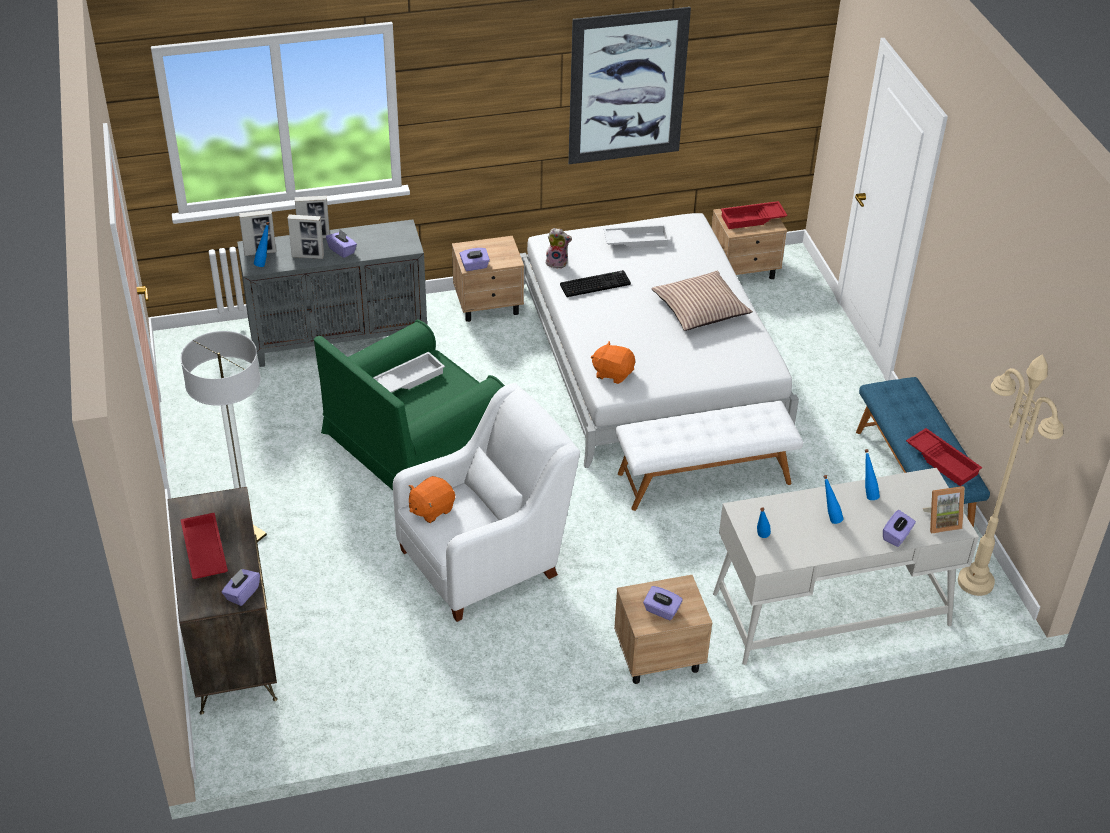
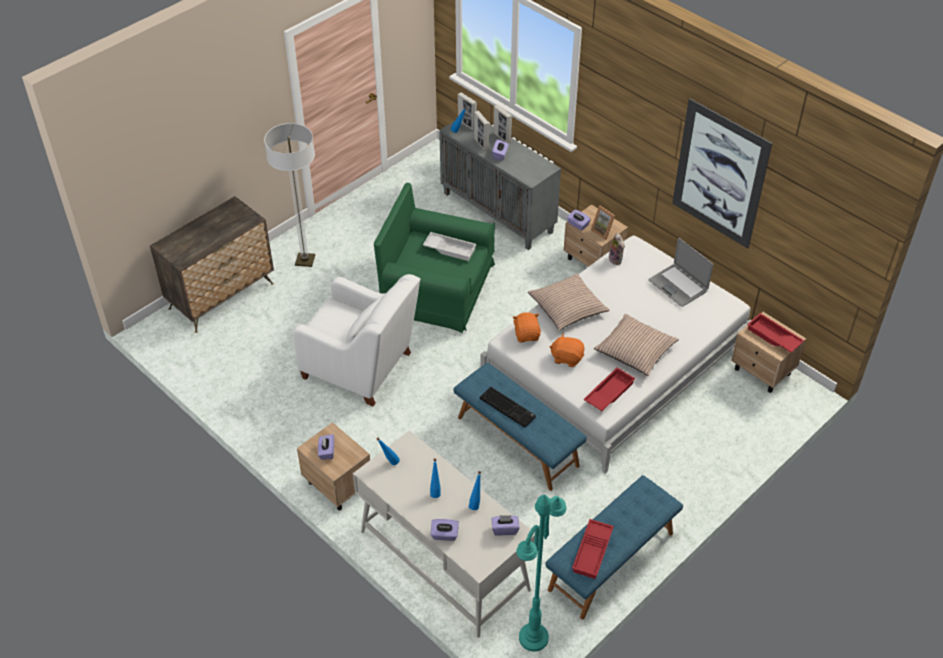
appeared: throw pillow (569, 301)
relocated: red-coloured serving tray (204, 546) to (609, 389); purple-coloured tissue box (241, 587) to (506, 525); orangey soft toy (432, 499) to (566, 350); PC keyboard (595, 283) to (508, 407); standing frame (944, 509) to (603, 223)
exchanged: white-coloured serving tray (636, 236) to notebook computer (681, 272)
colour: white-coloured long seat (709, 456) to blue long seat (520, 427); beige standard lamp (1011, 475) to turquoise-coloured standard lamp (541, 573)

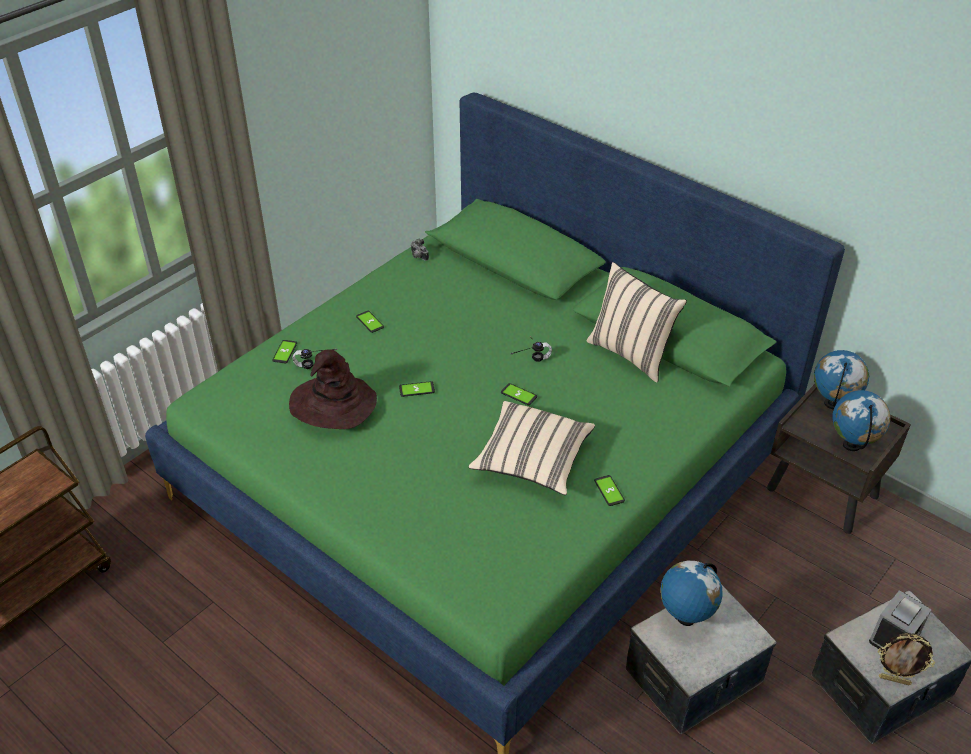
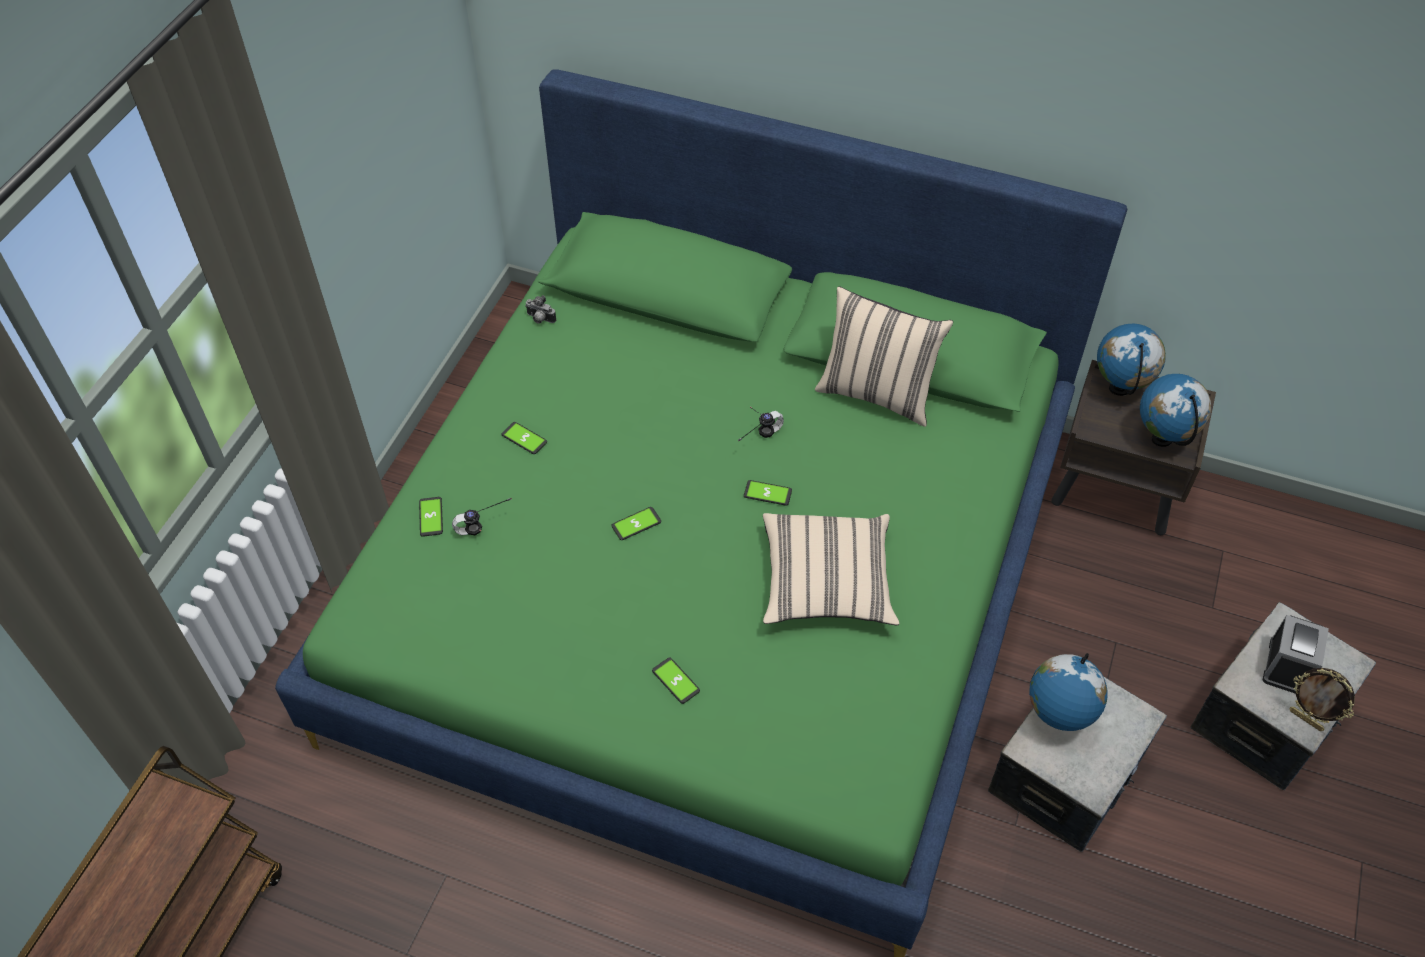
missing: brown-coloured hat (333, 389)
relocated: handset (609, 490) to (676, 681)
spun: standing frame (906, 659) = (1322, 699) 45 degrees clockwise

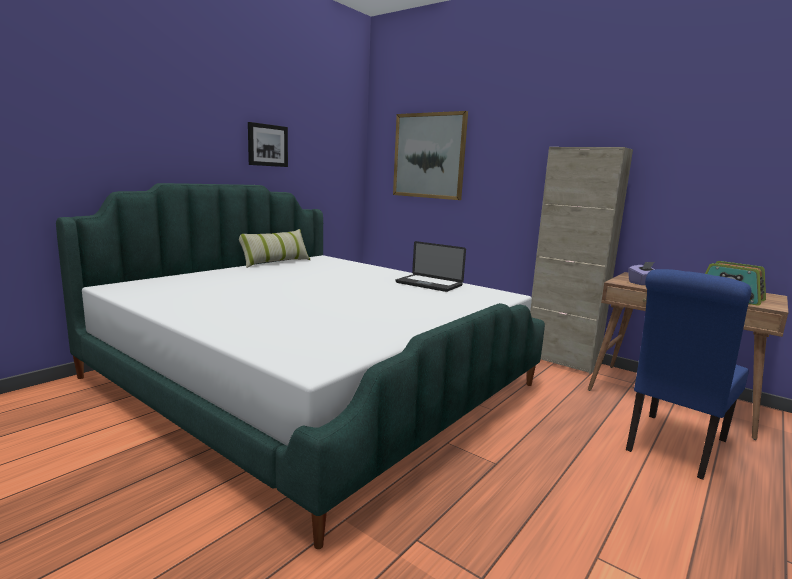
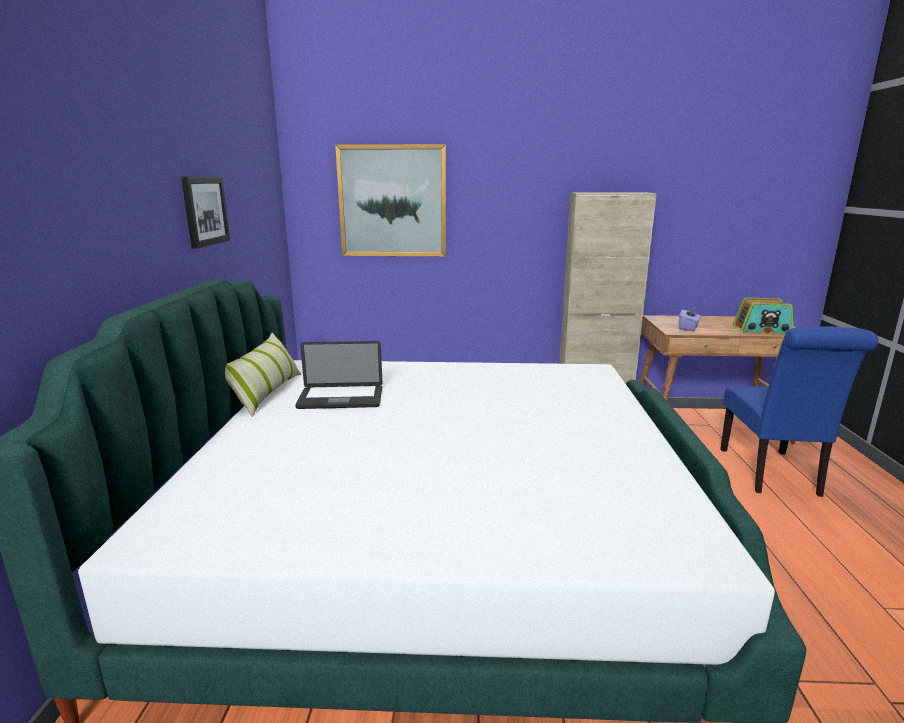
relocated: notebook computer (430, 266) to (338, 375)

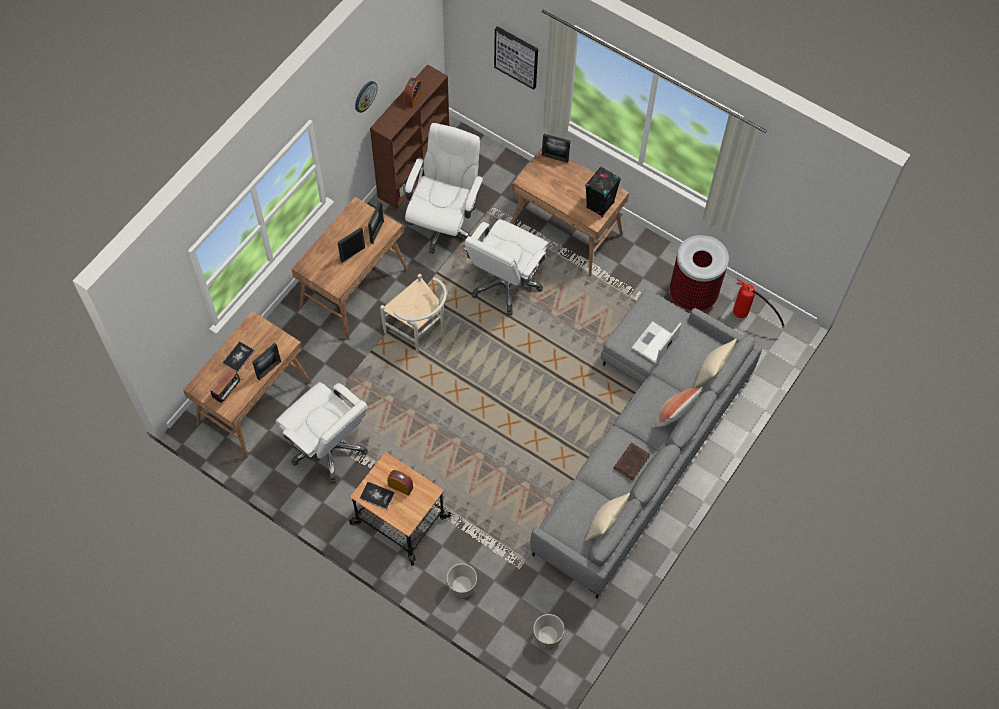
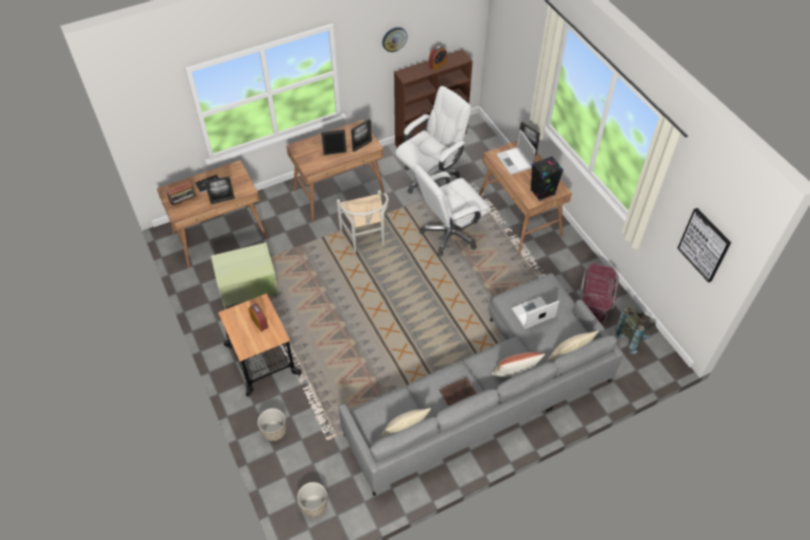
missing: volume (377, 496)
appeared: notebook computer (516, 152)
relocated: wall picture (516, 58) to (704, 245)
exchanged: white-coloured office chair (322, 432) to greenish storage container (245, 275); waste bin (699, 273) to red-coloured storage container (599, 295); fire-fighting cylinder (759, 303) to greyish rucksack (635, 331)

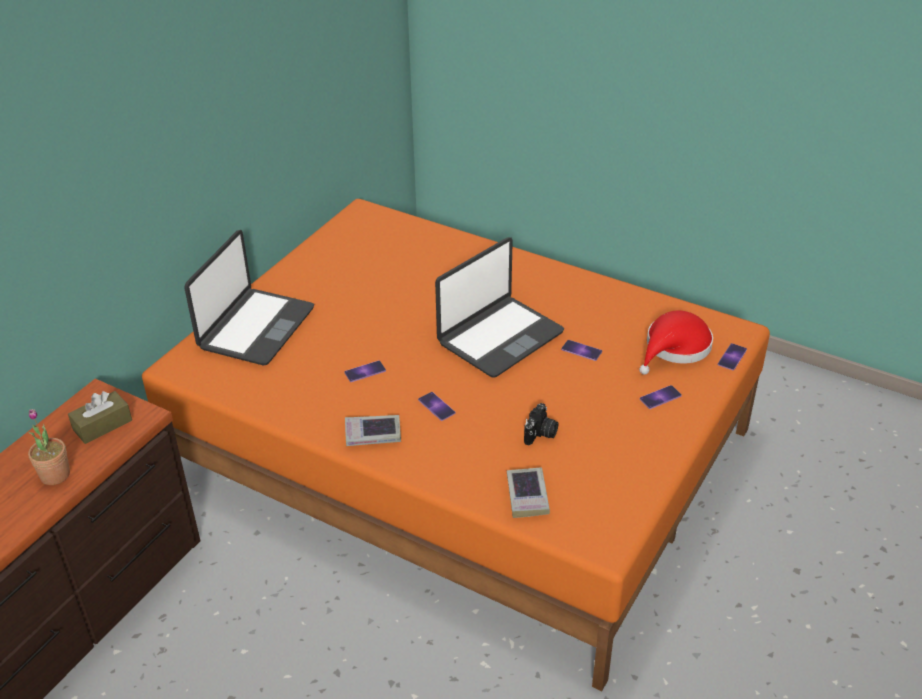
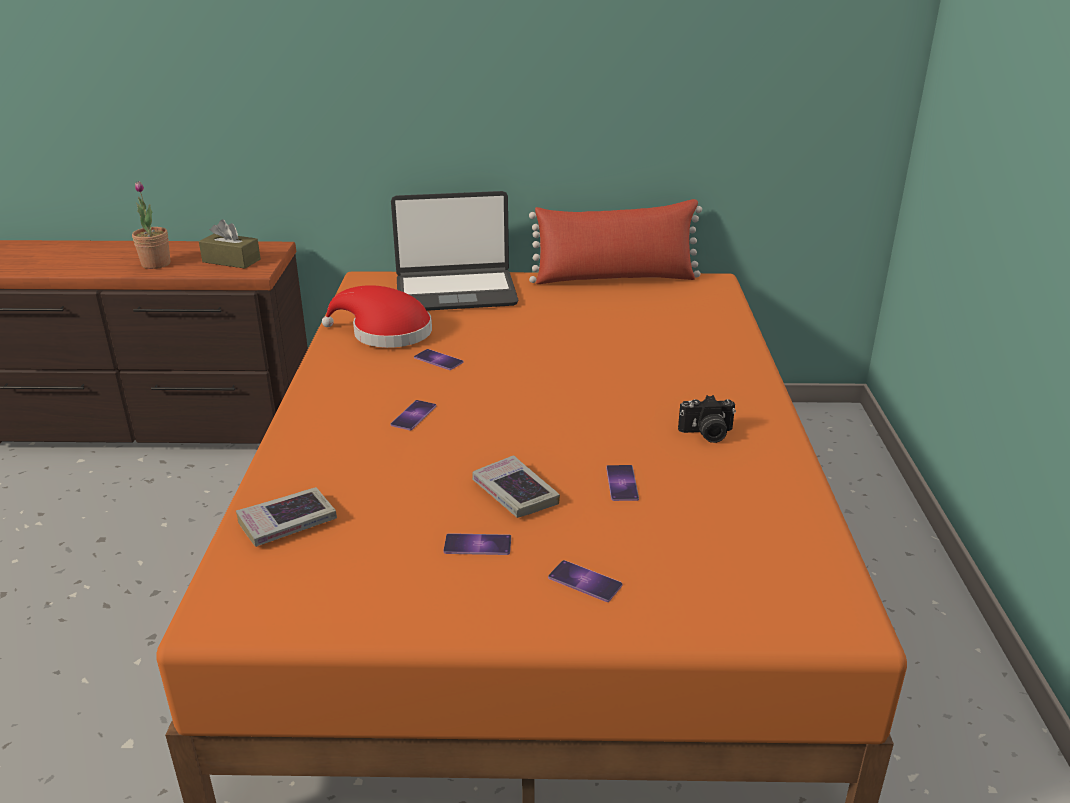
missing: notebook computer (499, 307)
appeared: red-coloured throw pillow (615, 241)
relocated: volume (373, 430) to (516, 486); photo camera (541, 424) to (707, 419); red-coloured hat (676, 343) to (377, 316); handset (732, 356) to (477, 544)

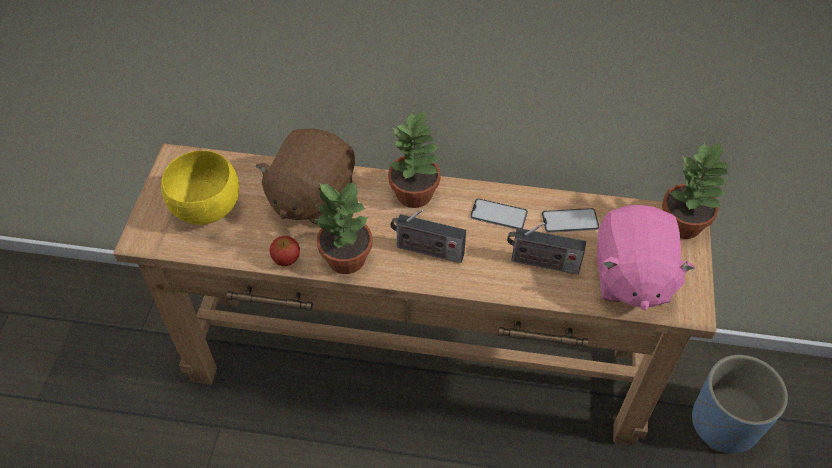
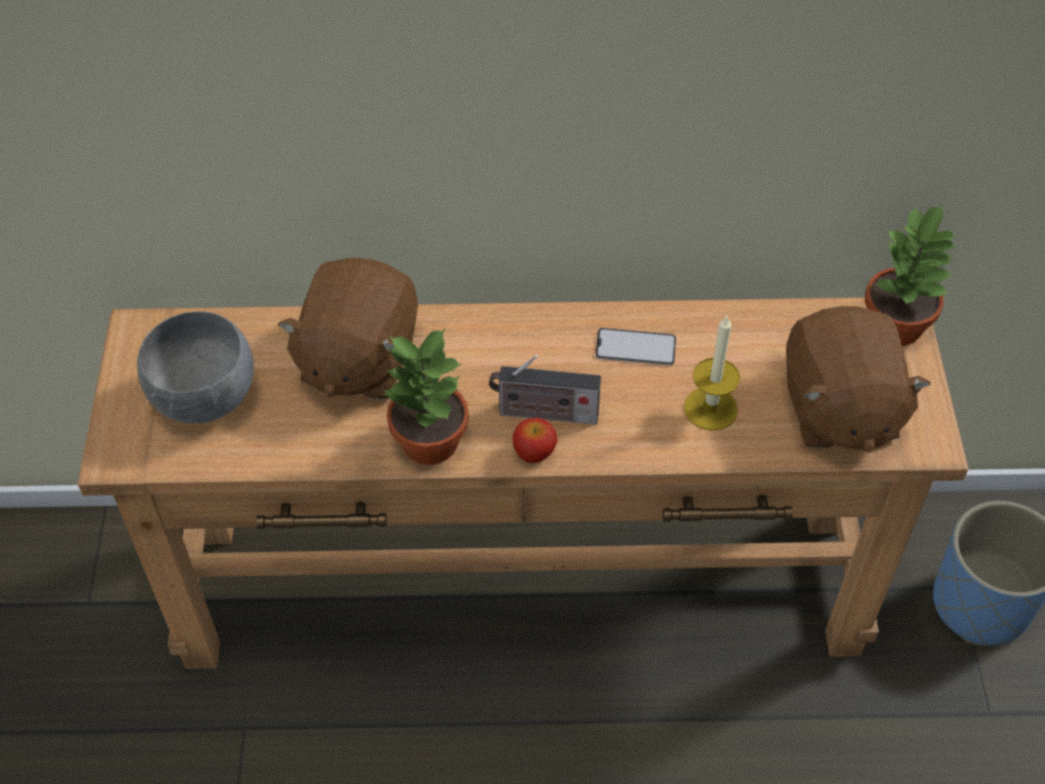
missing: plant in a pot (414, 158); handset (570, 220)
relocated: apple (284, 251) to (535, 440)
exchanged: radio set (546, 248) to wax candle (712, 372)
colour: yellowish serving bowl (200, 188) to greyish serving bowl (195, 367); pinkish soft toy (646, 257) to brown-coloured soft toy (858, 379)

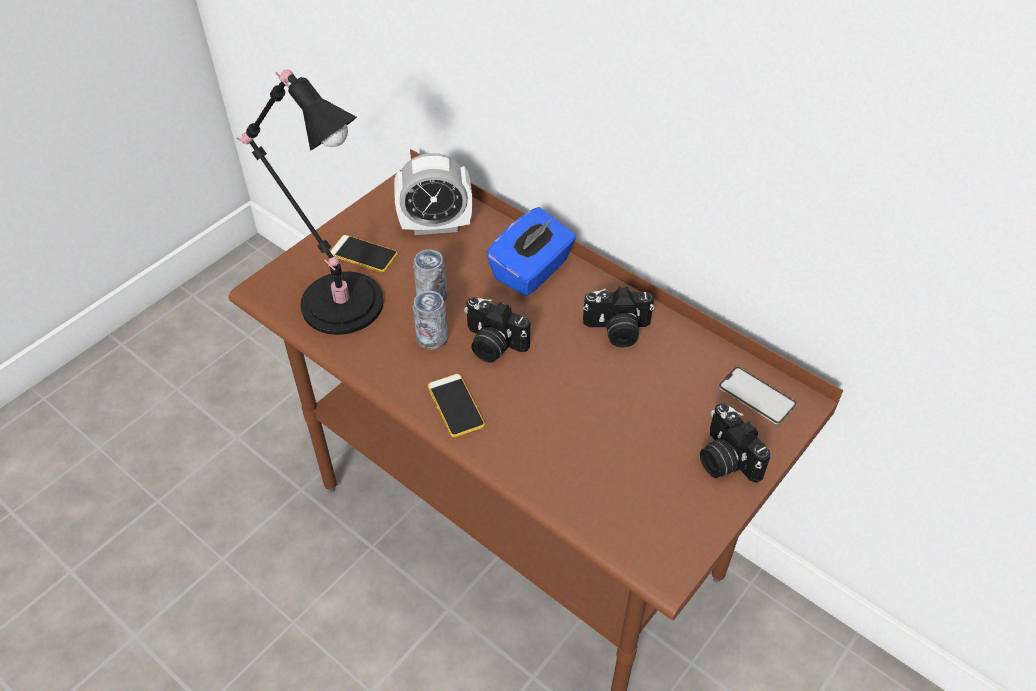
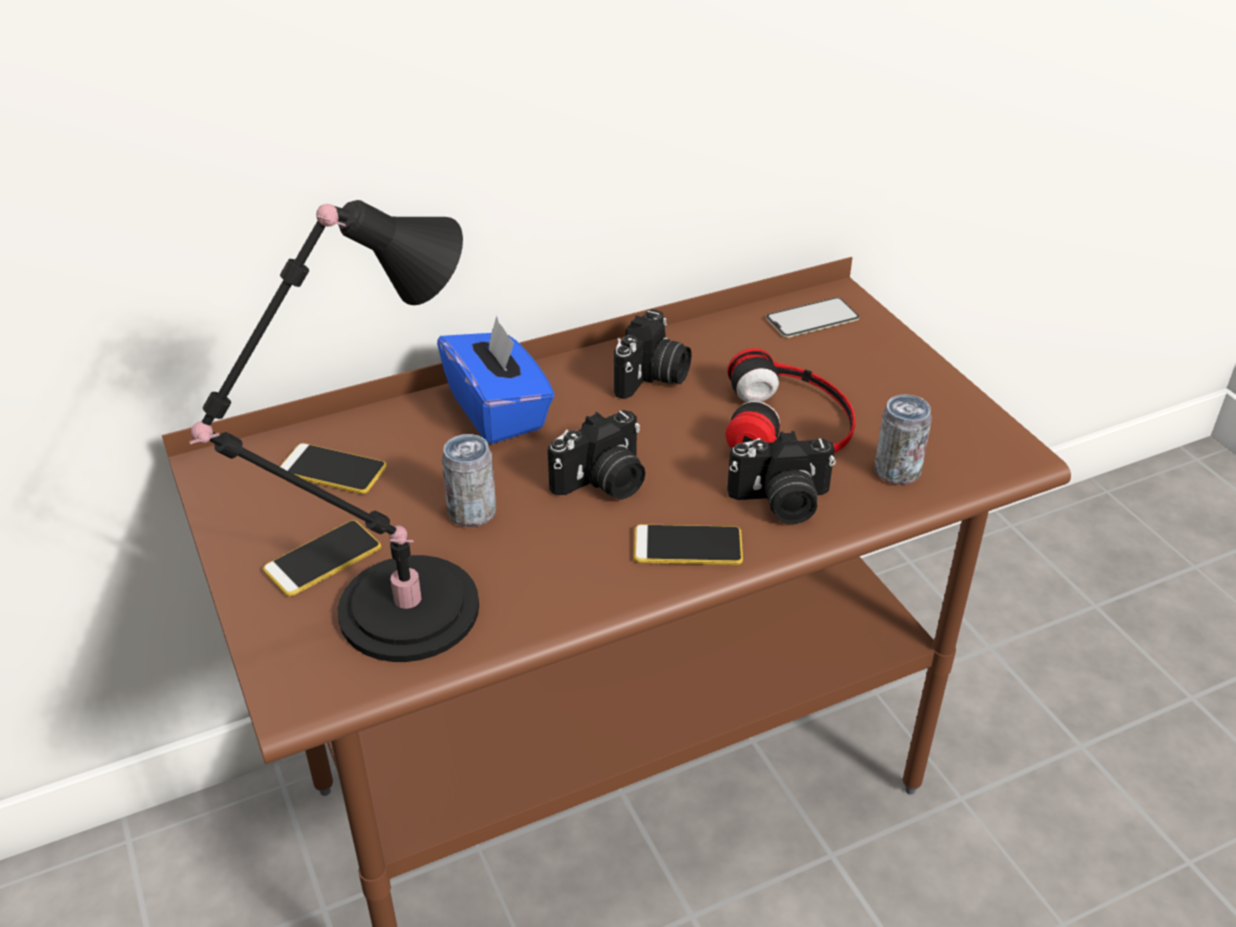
appeared: headset (790, 400)
relocated: sealed can (430, 320) to (903, 439); photo camera (735, 443) to (781, 477)
exchanged: table clock (433, 194) to handset (333, 468)

